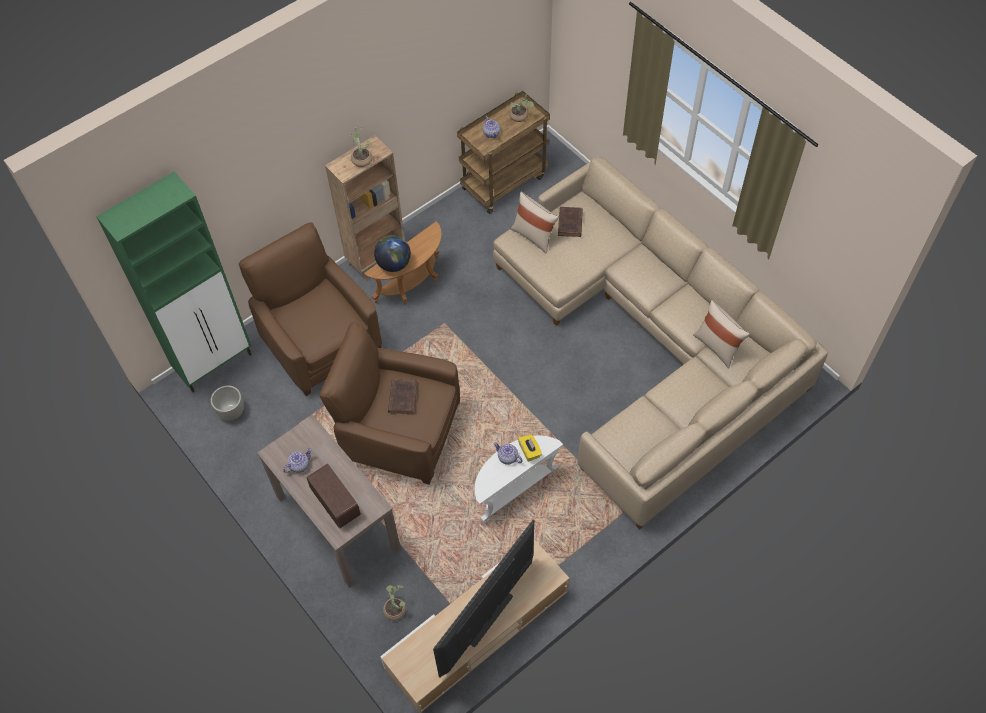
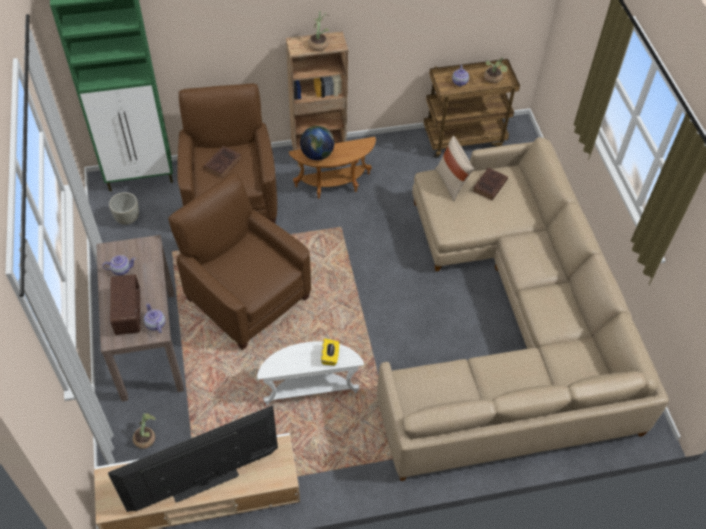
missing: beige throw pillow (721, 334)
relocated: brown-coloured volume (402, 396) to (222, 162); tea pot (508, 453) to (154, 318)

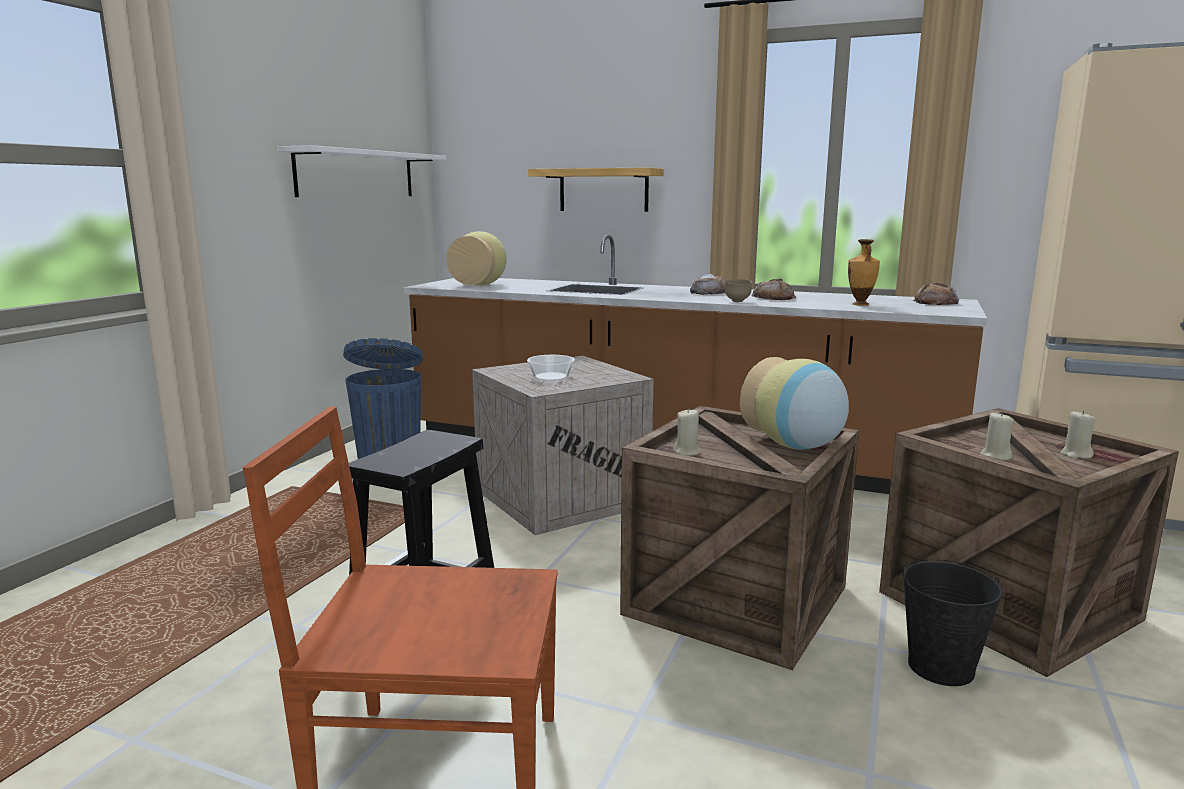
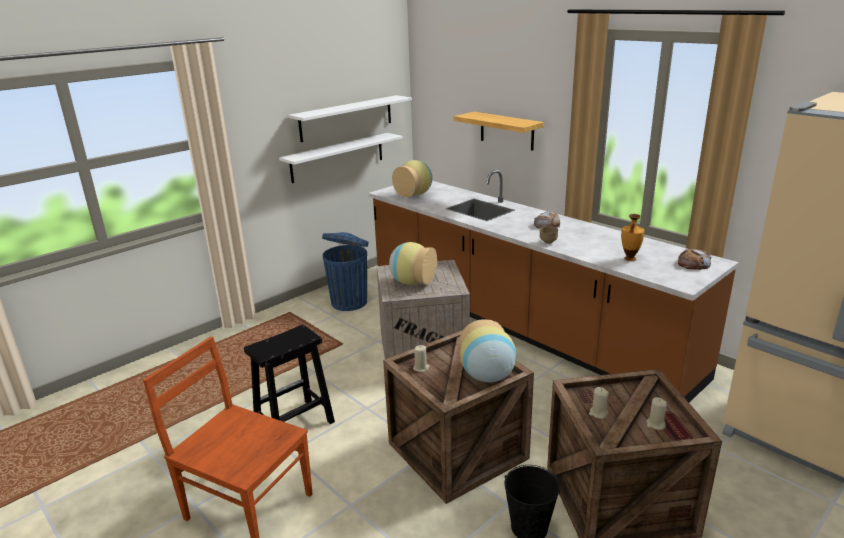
missing: baked bread (774, 289)
appeared: white-coloured shelf (341, 158)
exchanged: serving bowl (551, 368) to decorative vase (413, 263)

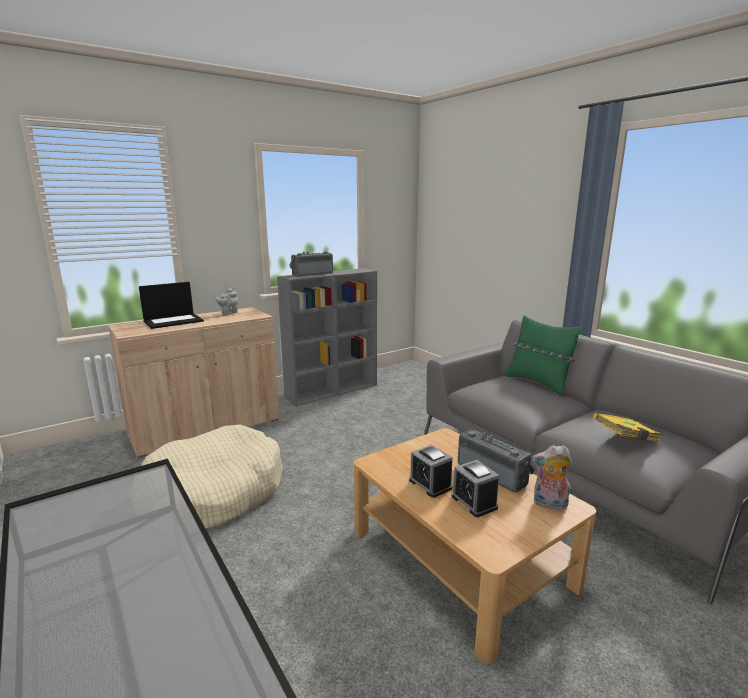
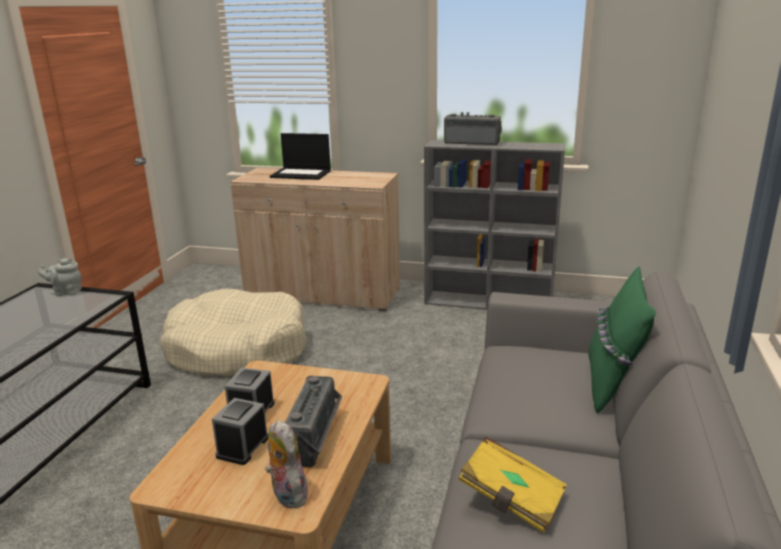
relocated: greyish tea pot (226, 301) to (60, 277)

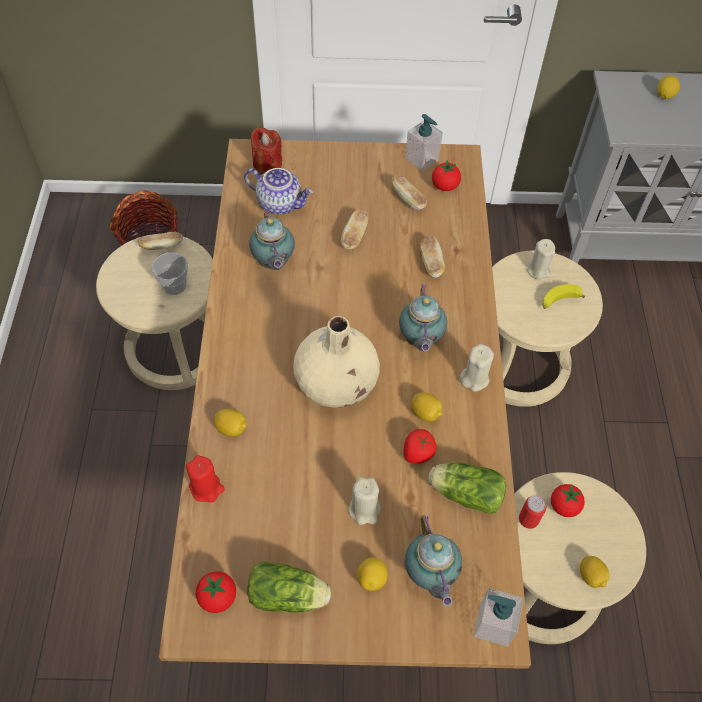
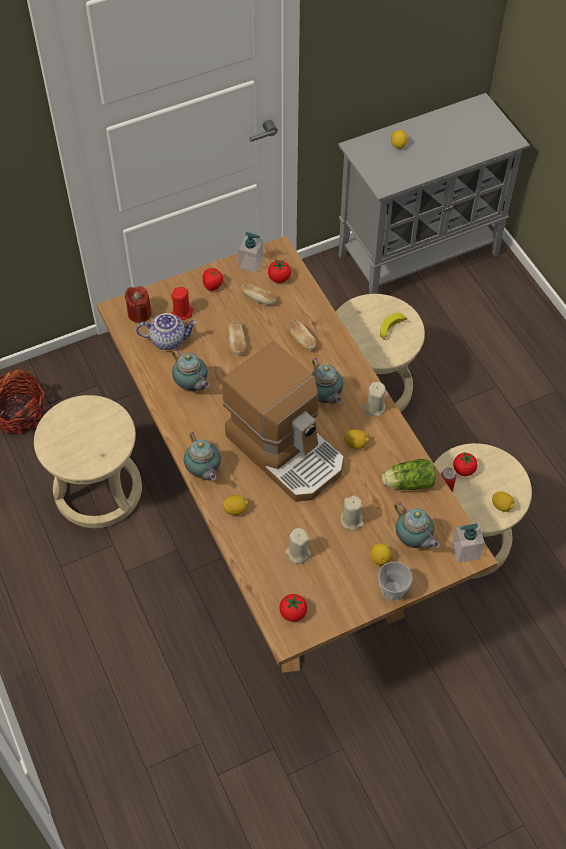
missing: baked bread (160, 241); lettuce head (289, 587)
appeared: tea pot (202, 455)
relocated: cup (170, 274) to (395, 581); red-coloured wax candle (205, 478) to (182, 303); tomato (419, 446) to (213, 279); beige wax candle (540, 259) to (298, 546)
exchanged: beige decorative vase (336, 362) to coffee machine (283, 422)

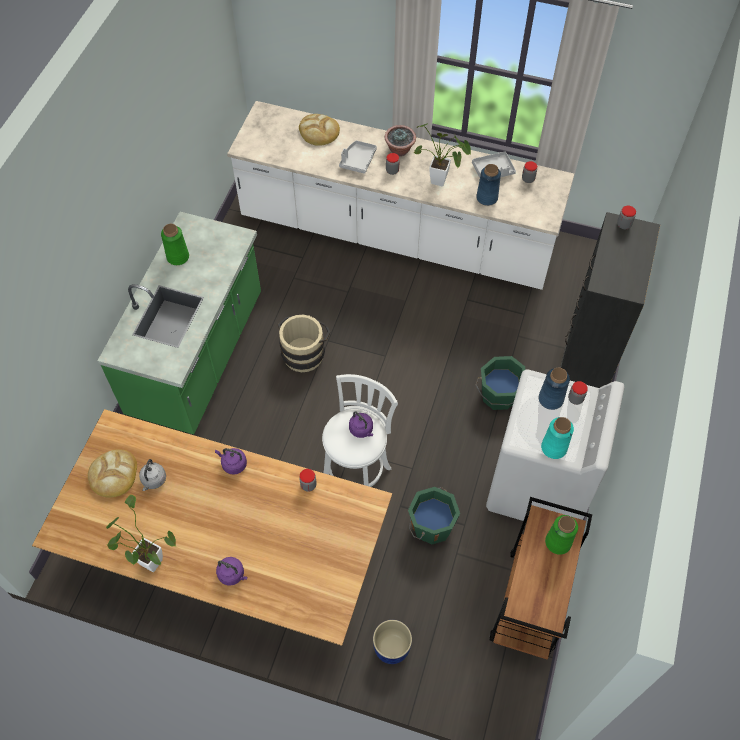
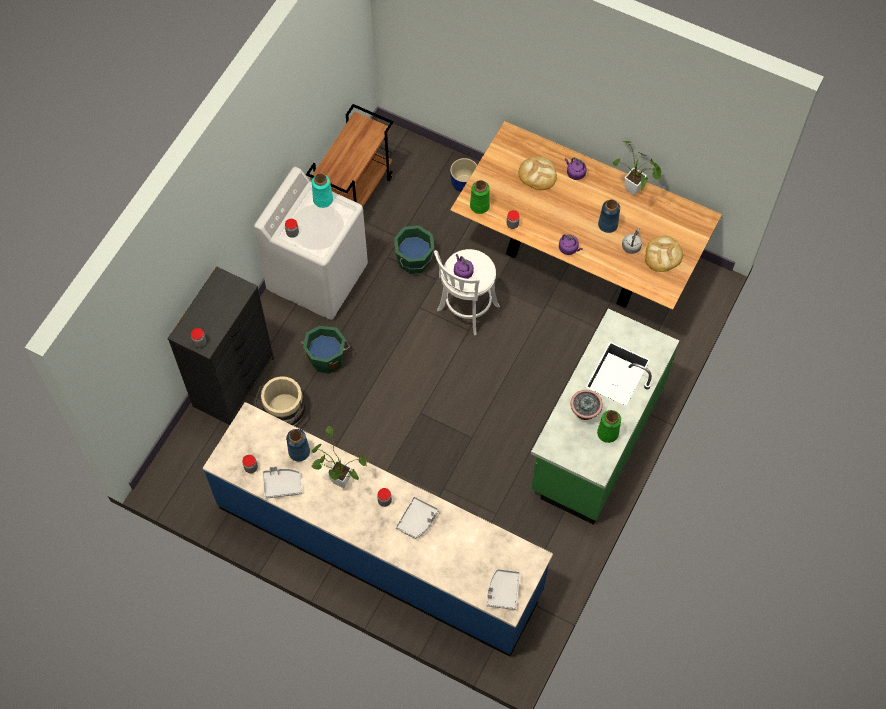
appeared: greyish serving tray (503, 589)
relocated: beige pail (304, 343) to (279, 401); baked bread (319, 130) to (537, 173); plant in a pot (400, 140) to (587, 405); blue decorative vase (554, 389) to (609, 216); greenish decorative vase (561, 535) to (480, 197)
colour: white-coloured counter (400, 195) to blue counter (378, 529)

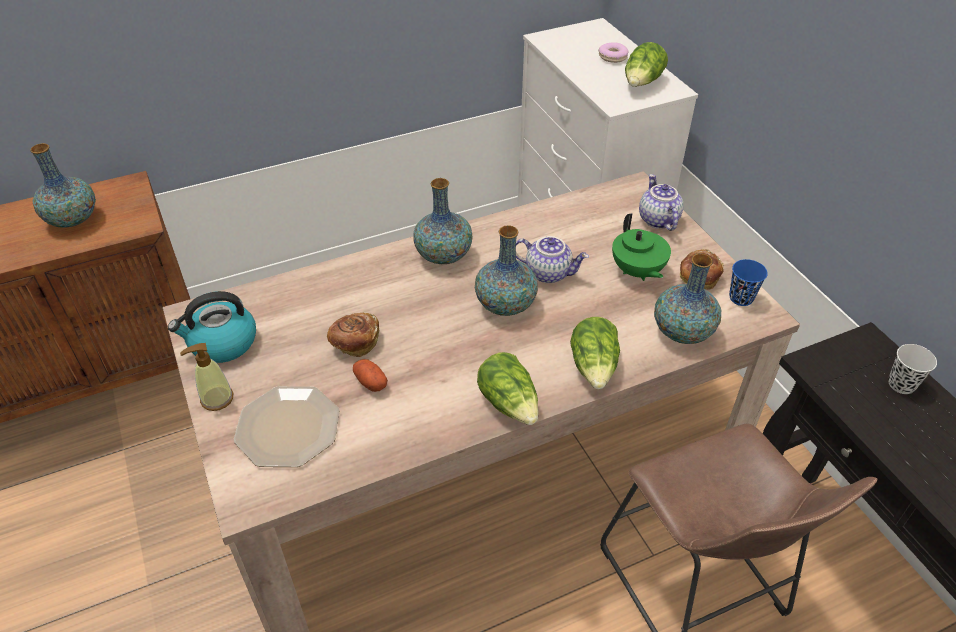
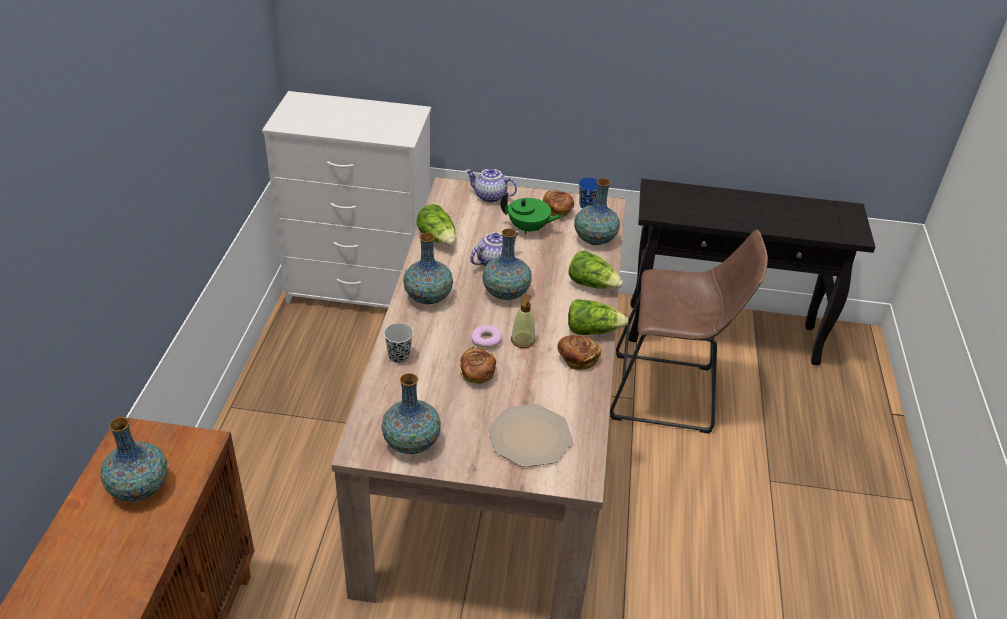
missing: spud (370, 375)
appeared: baked bread (579, 352)
relocated: soap bottle (206, 377) to (523, 321); donut (614, 52) to (486, 337); lettuce head (646, 64) to (436, 224); blackish cup (912, 369) to (398, 343)
exchanged: water kettle (212, 327) to decorative vase (411, 413)

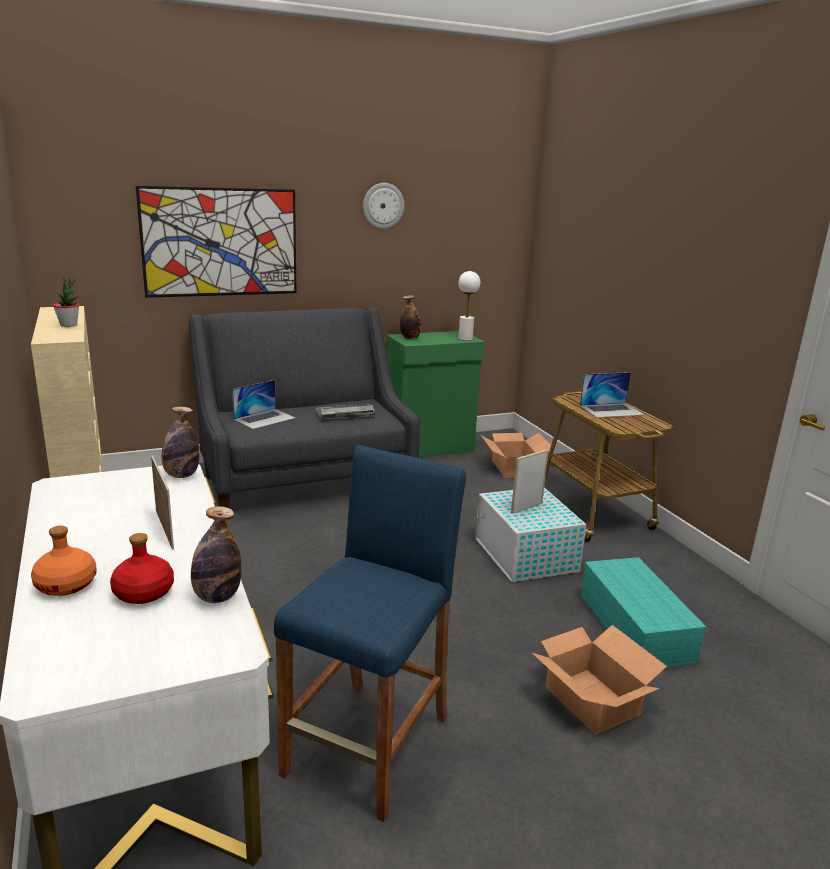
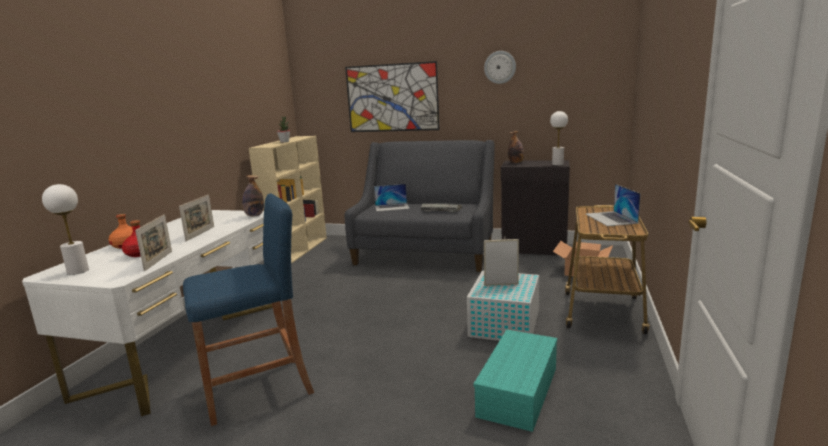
missing: carton (599, 680)
appeared: white-coloured tabletop lamp (65, 229)
exchanged: beverage bottle (216, 554) to standing frame (153, 242)
colour: greenish cupboard (435, 394) to blackish cupboard (535, 207)
spun: notebook computer (612, 395) = (613, 205) 60 degrees clockwise

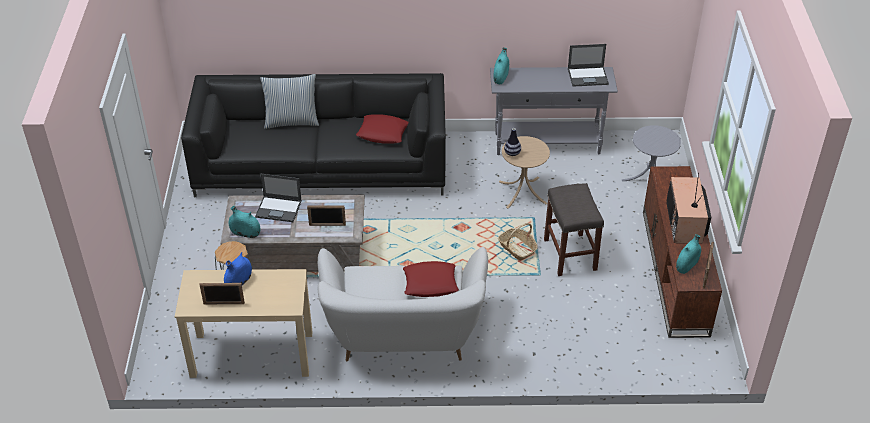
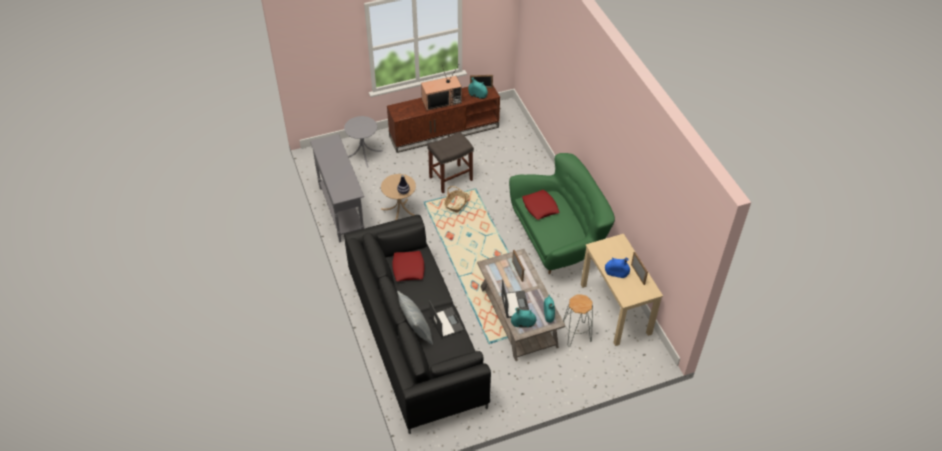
relocated: turquoise-coloured decorative vase (501, 66) to (523, 317); notebook computer (588, 65) to (446, 319)
colour: white-coloured couch (402, 304) to greenish couch (562, 213)

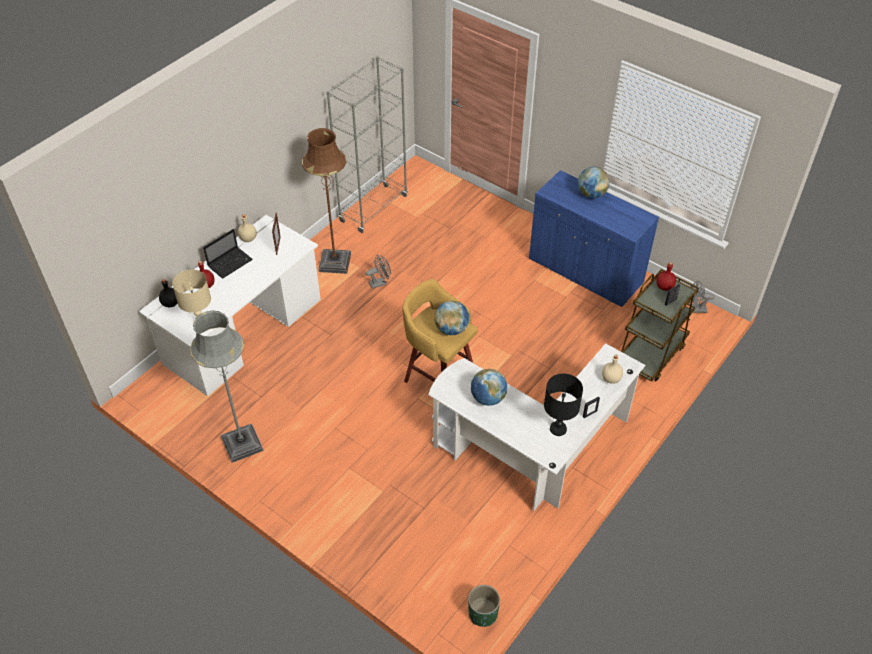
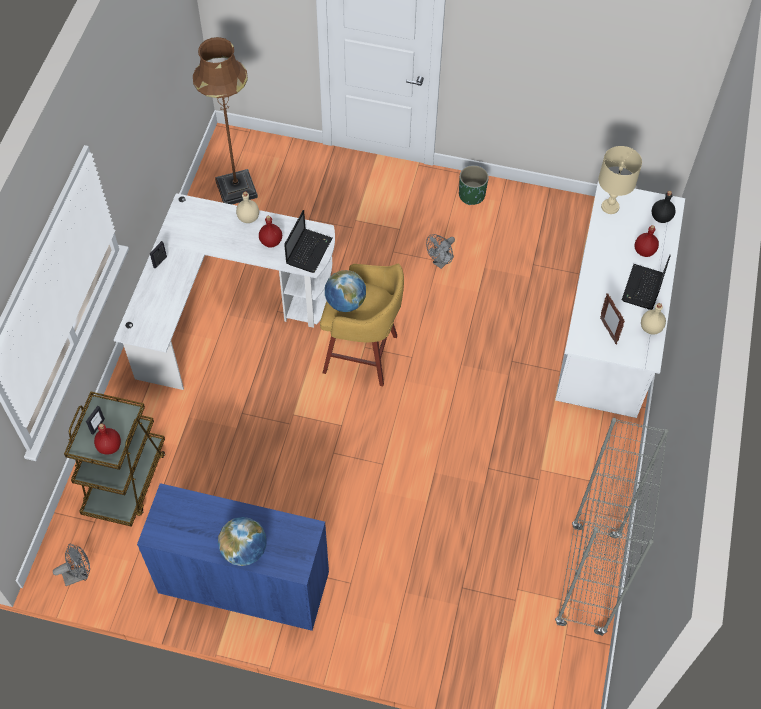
missing: greyish standard lamp (226, 386); blackish tabletop lamp (563, 405)
appeared: notebook computer (308, 241)
relocated: brown-coloured standard lamp (326, 201) to (225, 120); greyish fan (378, 271) to (440, 251); greenish planter (484, 606) to (474, 185); beige beverage bottle (612, 369) to (247, 207)
exchanged: world globe (489, 387) to red-coloured beverage bottle (270, 232)

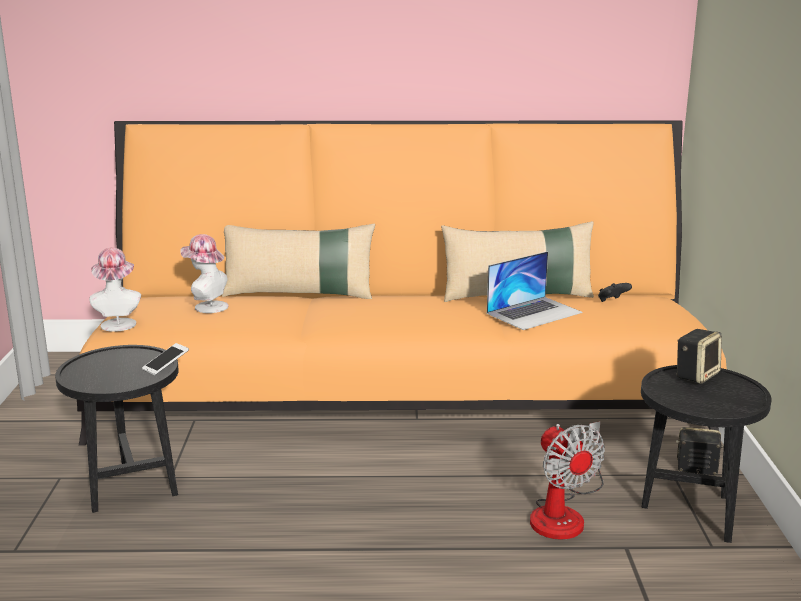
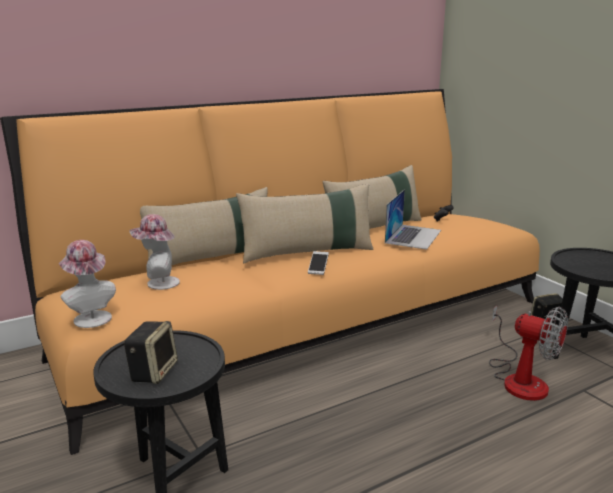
appeared: beige throw pillow (305, 223)
relocated: handset (165, 359) to (318, 263); loudspeaker (699, 356) to (150, 352)

